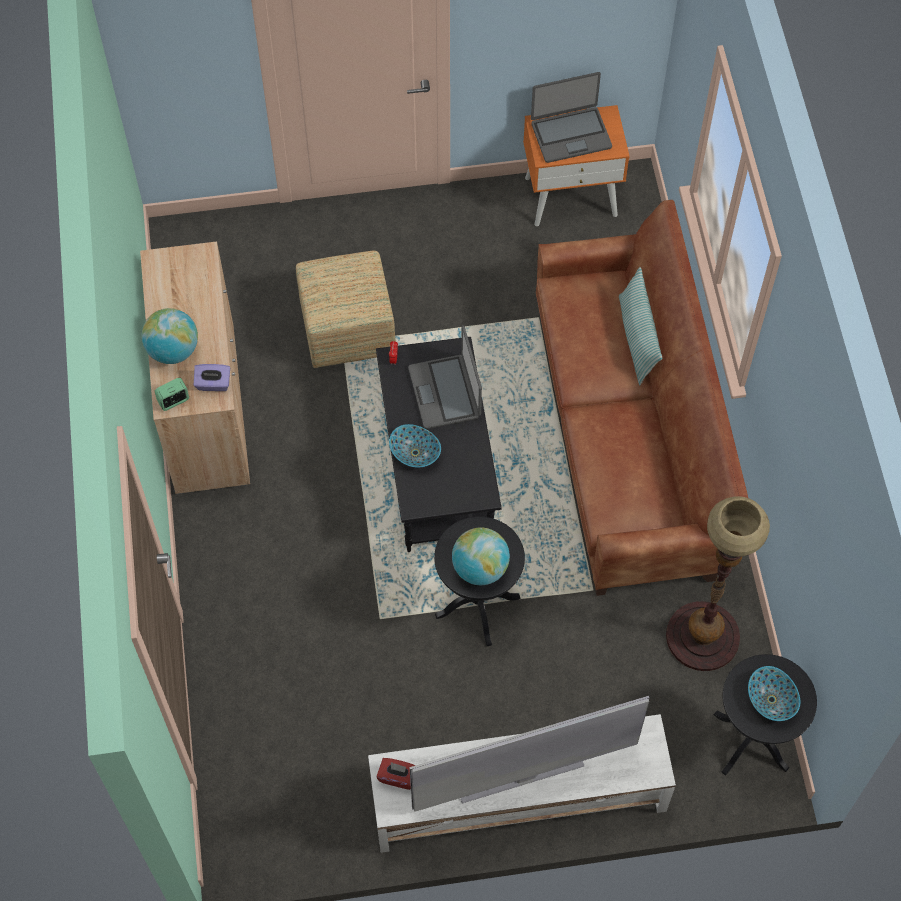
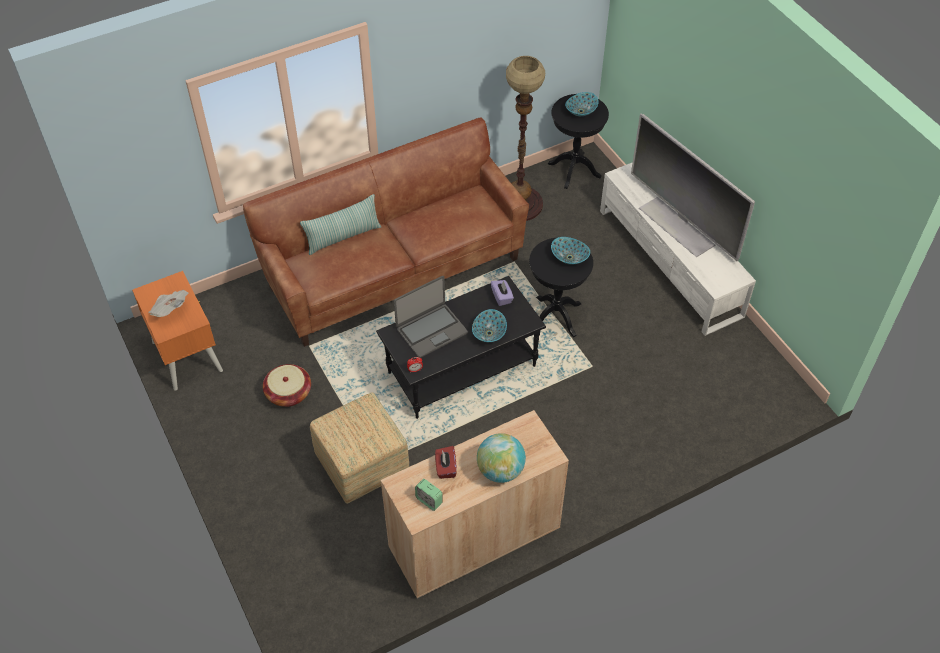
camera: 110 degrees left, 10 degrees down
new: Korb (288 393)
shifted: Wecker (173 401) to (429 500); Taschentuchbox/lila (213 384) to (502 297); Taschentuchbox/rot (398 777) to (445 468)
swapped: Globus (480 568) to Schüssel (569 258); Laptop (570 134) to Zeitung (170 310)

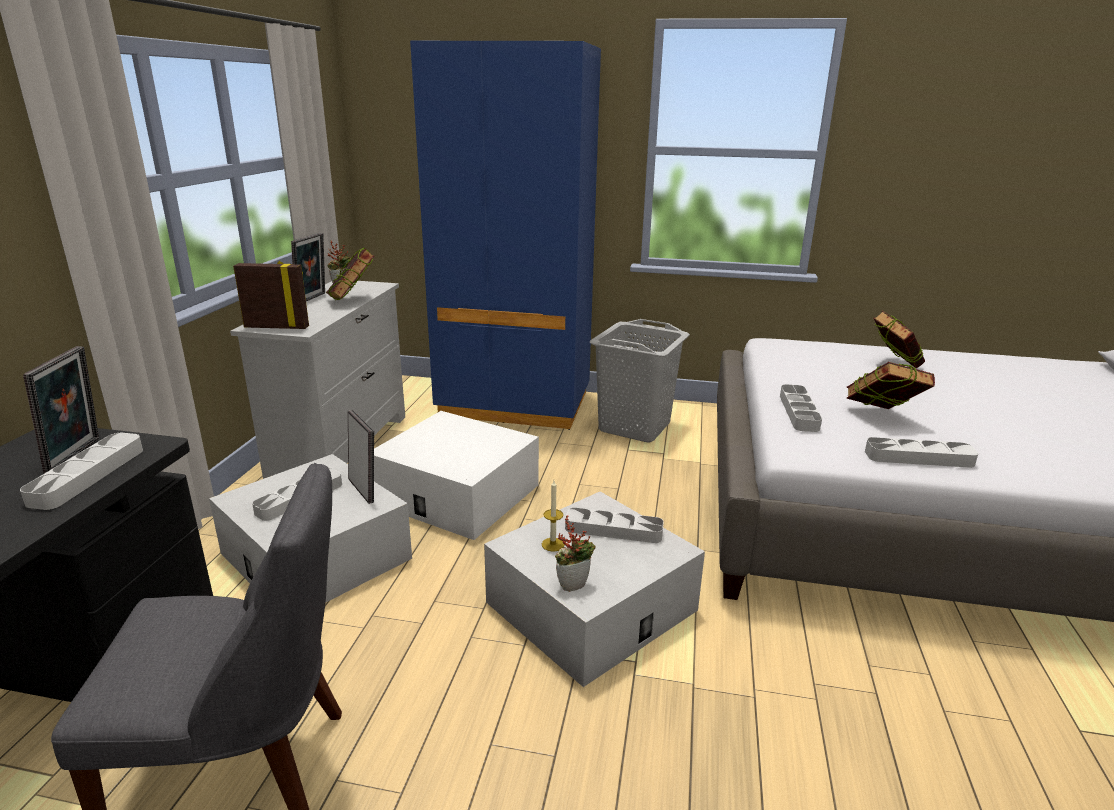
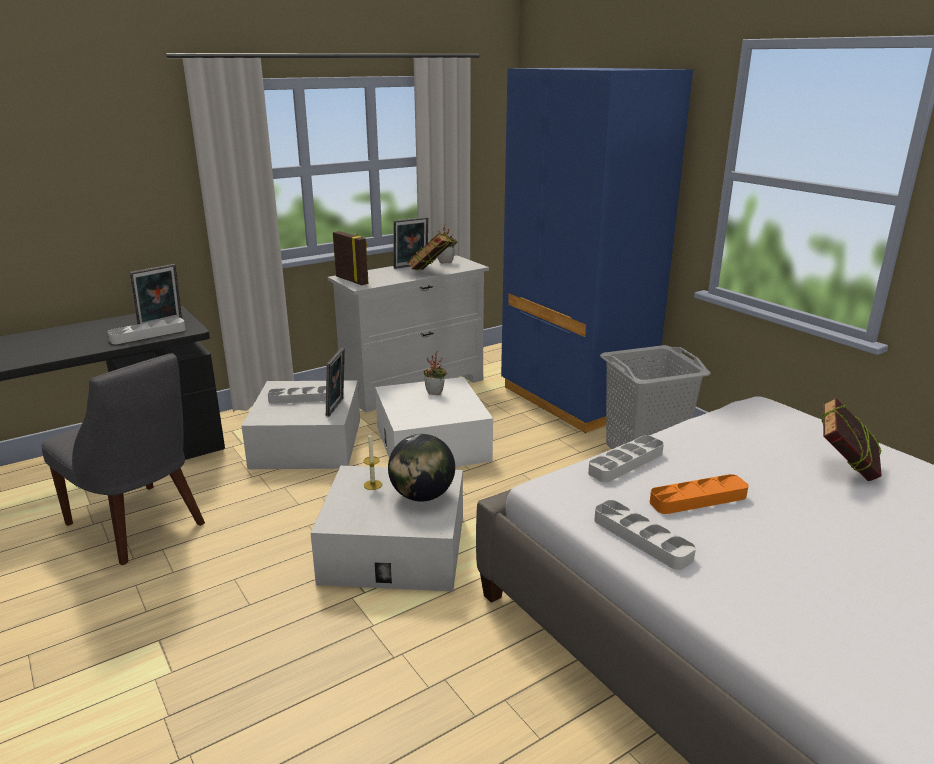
camera: 45 degrees right, 0 degrees up
shifted: Topfpflanze (573 584) to (436 393)
swapped: Tablett/grau (613 530) to Globus (422 496); Buch (882 417) to Tablett/orange (698 499)

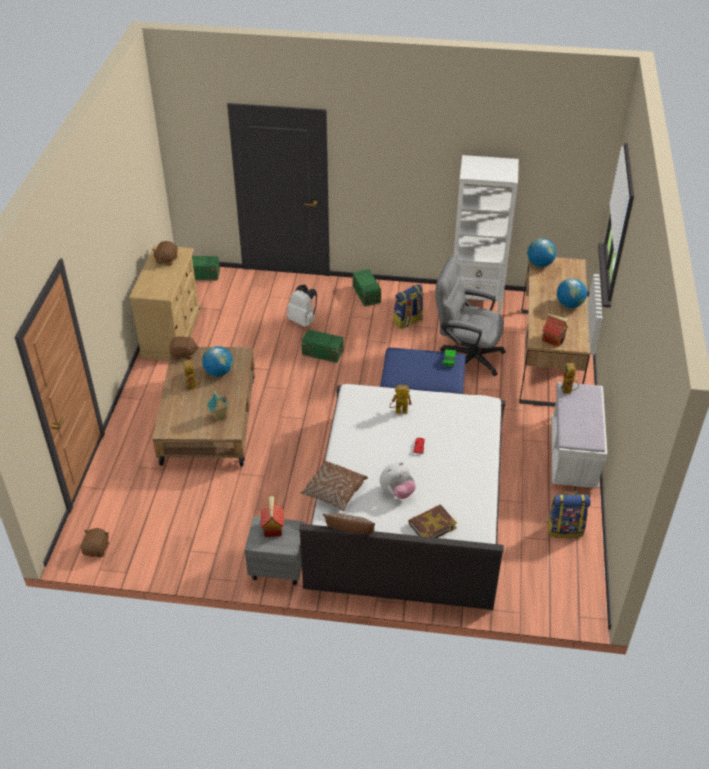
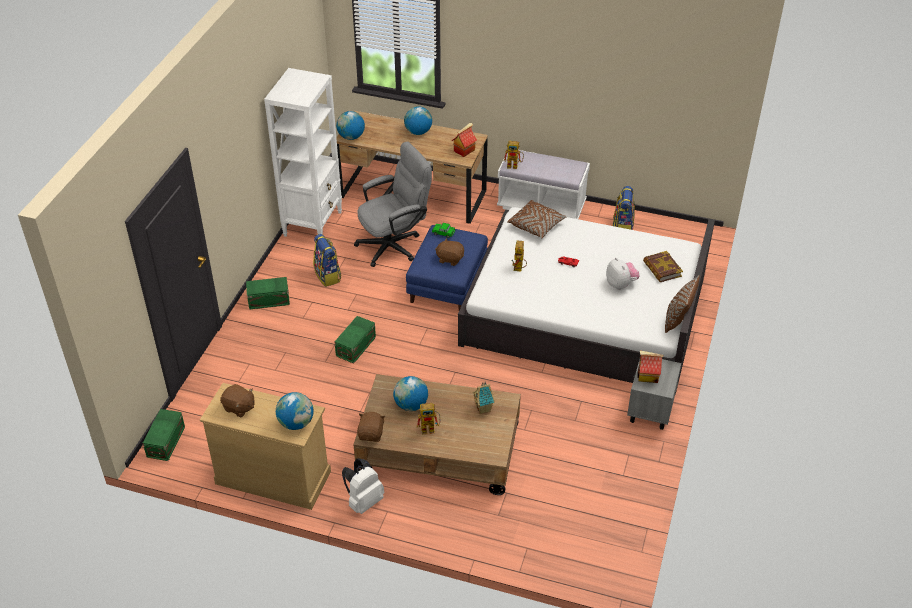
camera: 80 degrees left, 0 degrees up
new: Globus (296 423)
shifted: Plüschtier/braun (97 549) to (450 259); Rucksack/weiß (303 321) to (363 501); Kissen/braun (334 491) to (536 225)
rotated: Bürostuhl/grau (466 356) = (395 244) 150 degrees counterclockwise

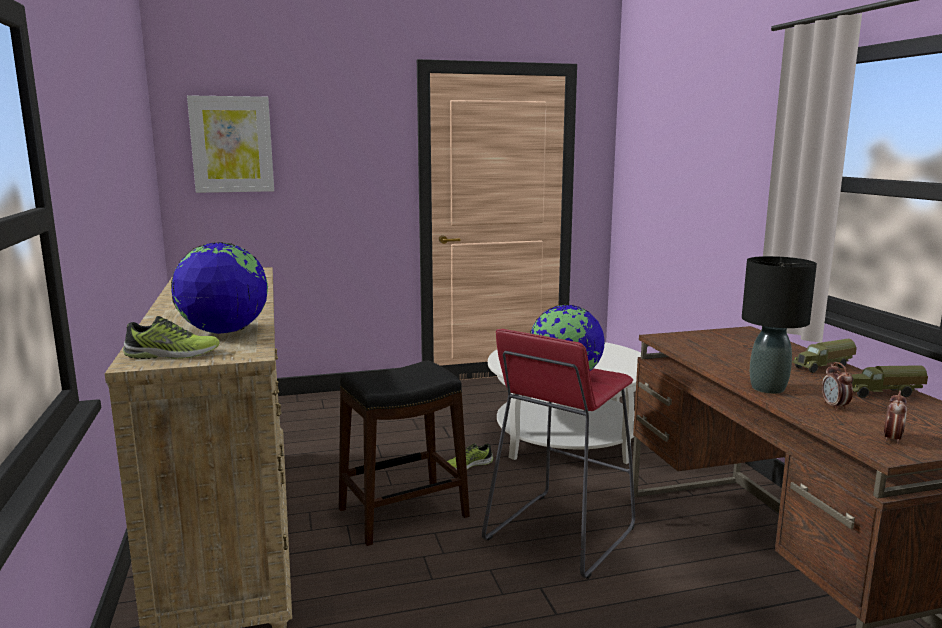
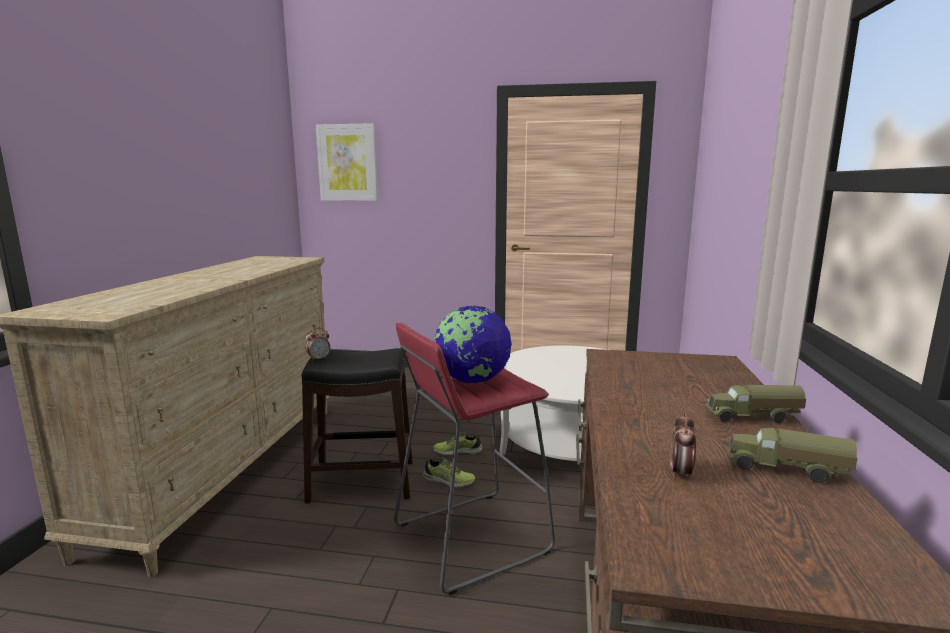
camera: 25 degrees right, 0 degrees up
gone: Globus (224 332); Tischlampe/schwarz (768 388)
shifted: Schuh (172 355) to (448 481); Wecker (892 439) to (318 359)

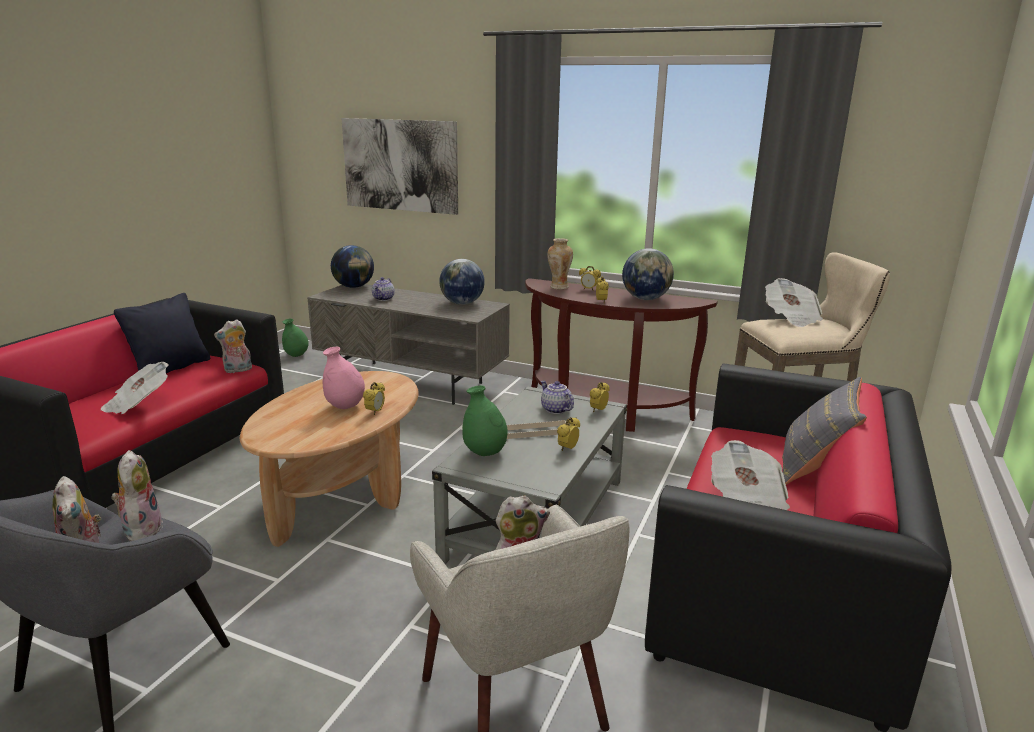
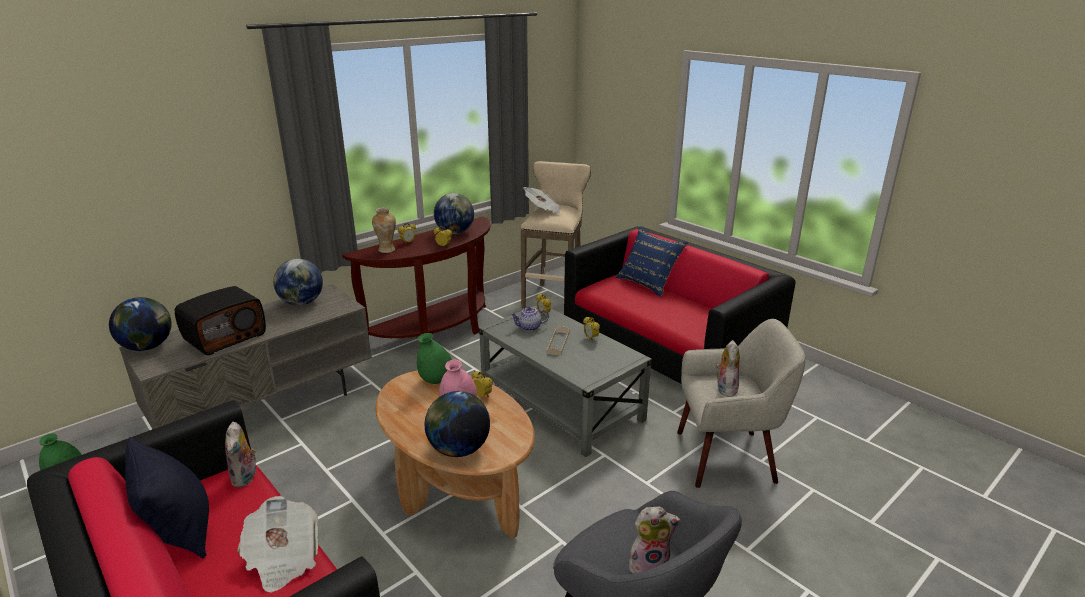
camera: 65 degrees left, 5 degrees up
gone: Plüschtier (141 529); Bild (400 165); Zeitung (746 500)
new: Globus (458 449)
shifted: Vase/grün (485 453) to (435 381)
swapped: Teekanne (384 299) to Radio (225 337)
repainted: Kissen/grau (814 468) to Kissen/blau (648 283)

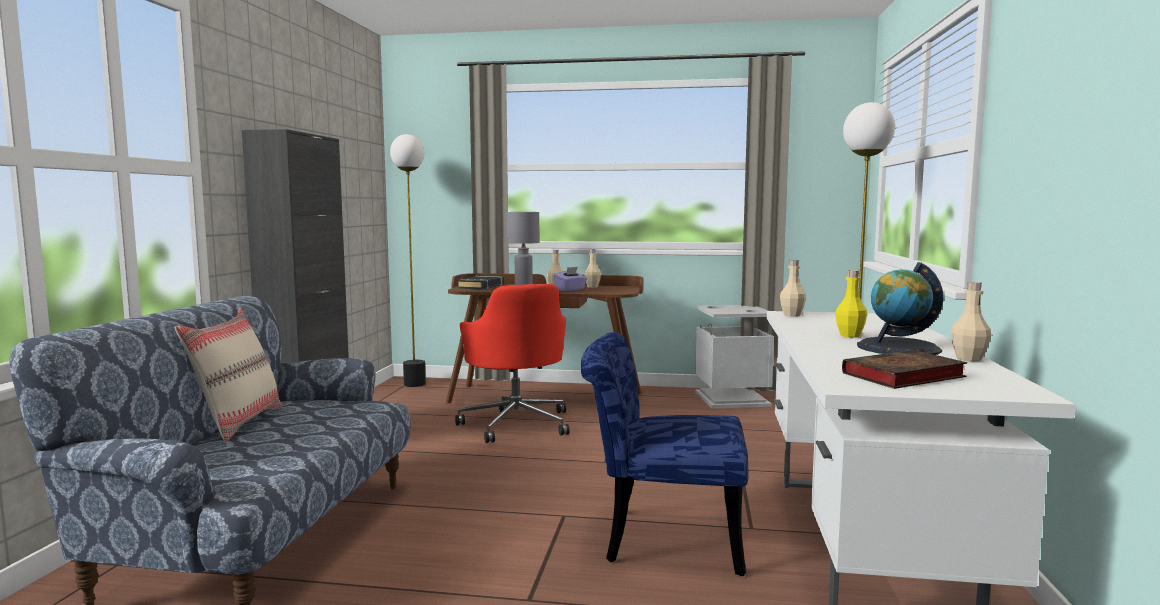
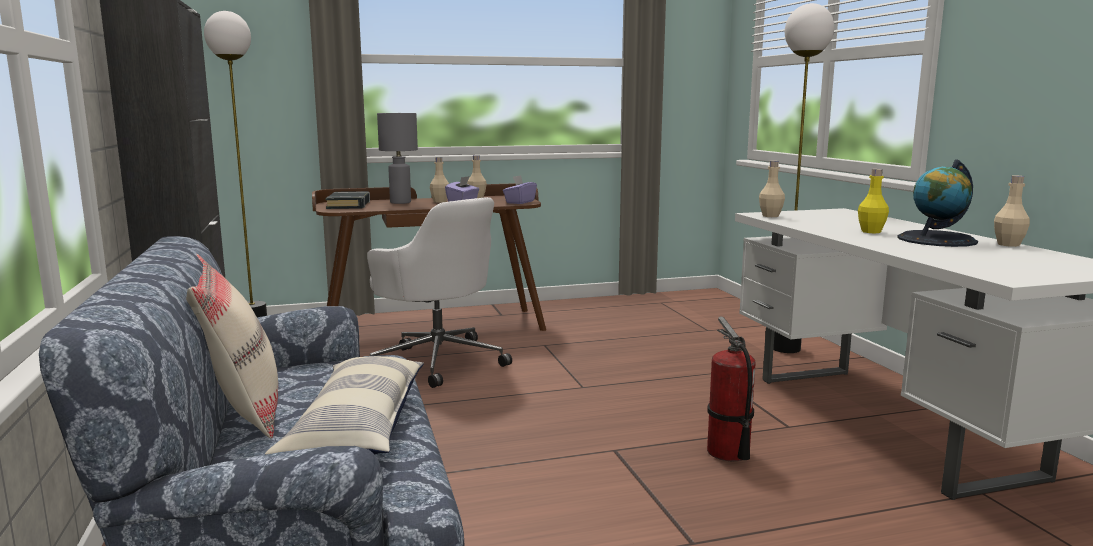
camera: 25 degrees left, 5 degrees up
gone: Mülleimer/grau (731 399); Buch (902 376)
new: Kissen (358 427); Taschentuchbox/lila (519 202)
swapped: Stuhl/blau (660 537) to Feuerlöscher (727 452)
repainted: Bürostuhl/rot (516 423) to Bürostuhl/weiß (438 361)

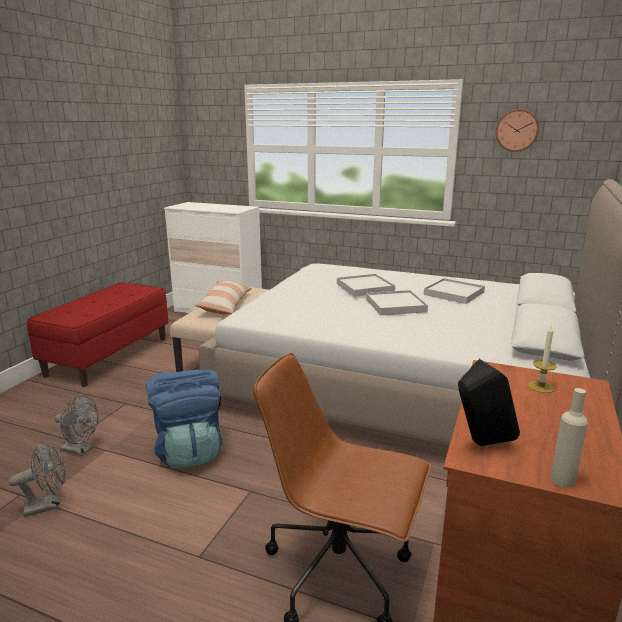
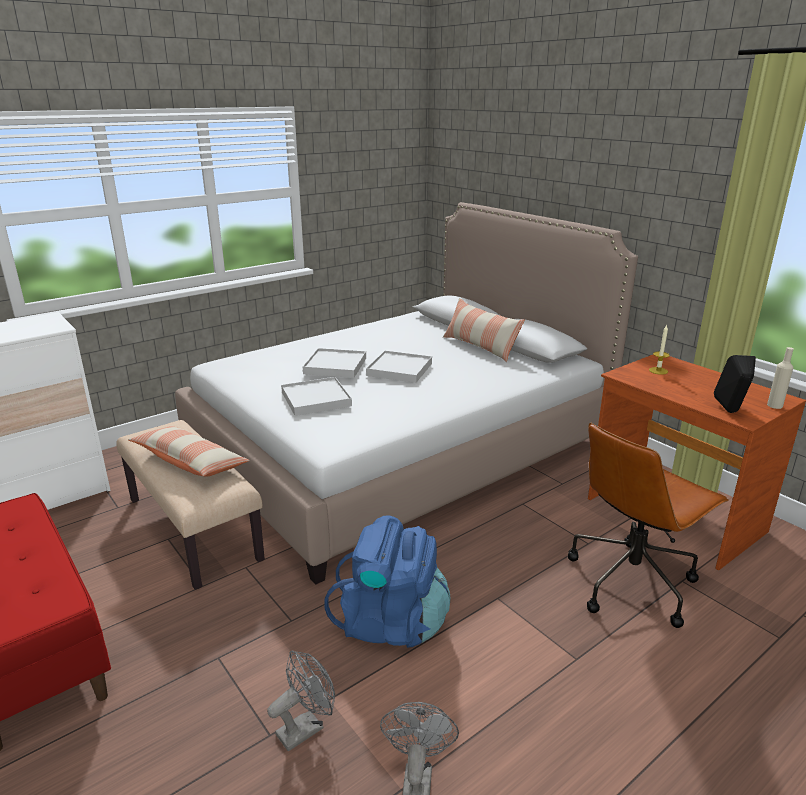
camera: 60 degrees left, 5 degrees up
gone: Wanduhr (517 130)
new: Kissen (480 347)
shifted: Tablett/weiß (454 293) to (316 399)

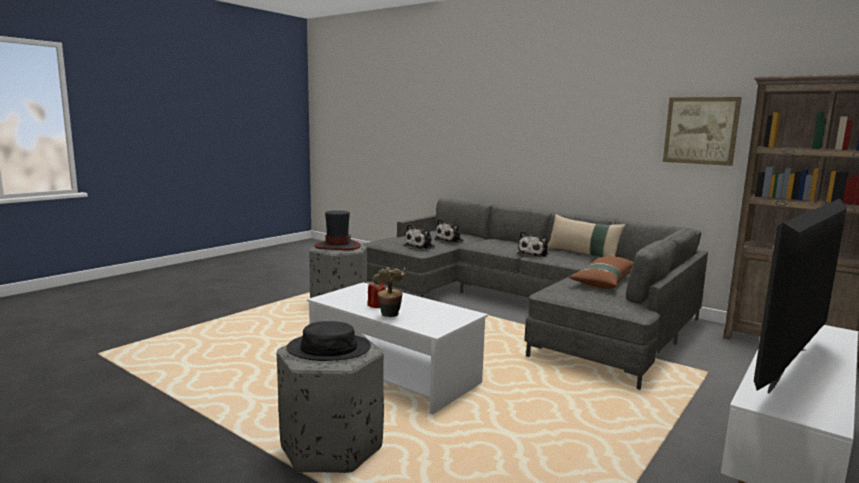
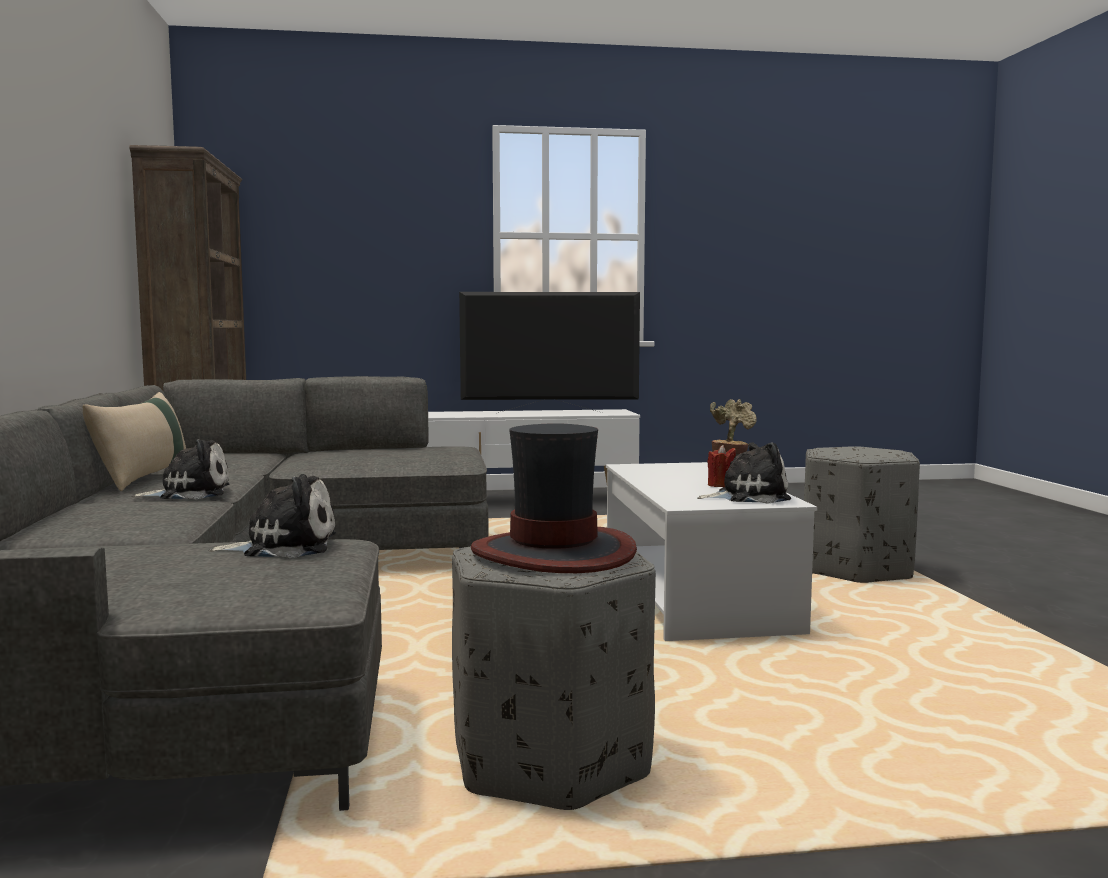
camera: 135 degrees left, 5 degrees down
gone: Hut/schwarz (329 348); Kissen/braun (604 281); Bild (700 130)
shifted: Plüschtier (450 240) to (748 496)

